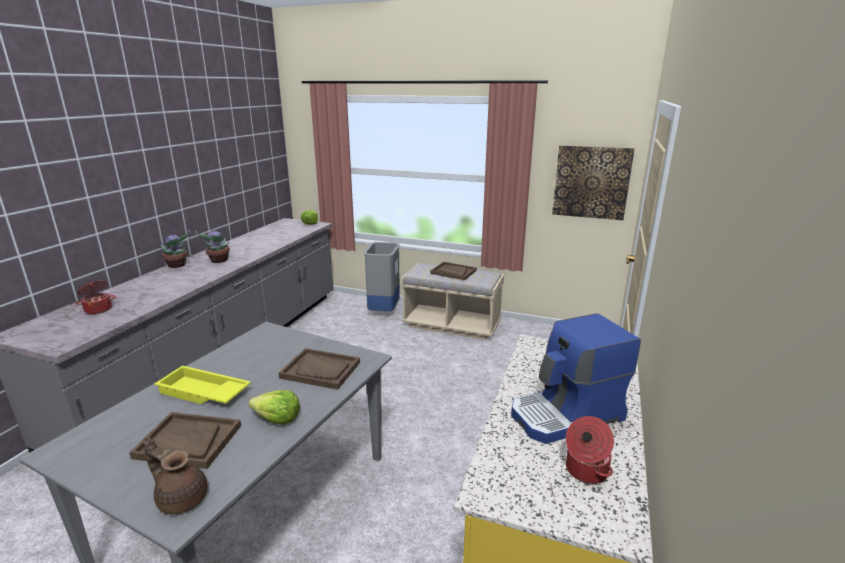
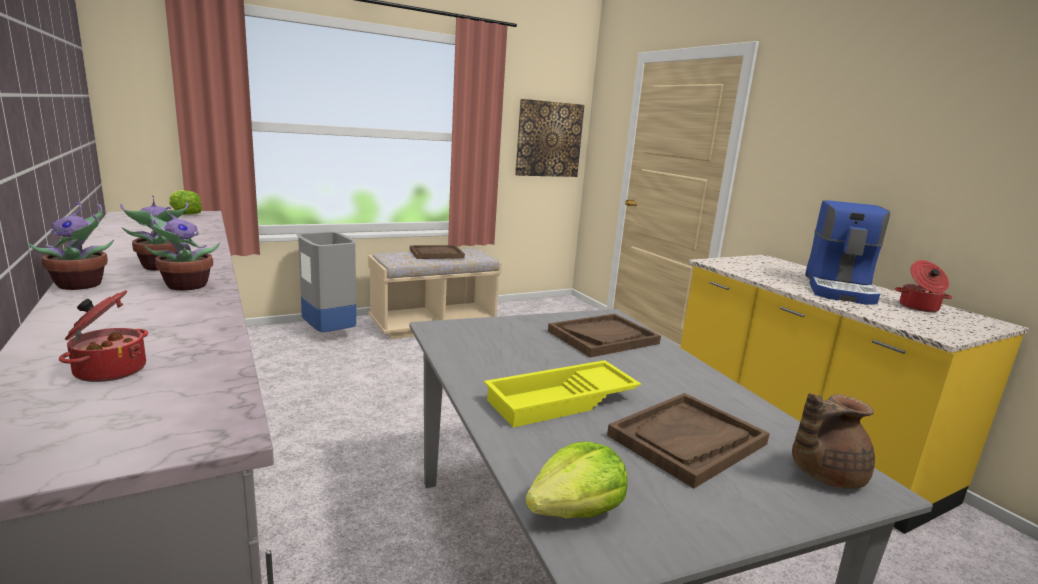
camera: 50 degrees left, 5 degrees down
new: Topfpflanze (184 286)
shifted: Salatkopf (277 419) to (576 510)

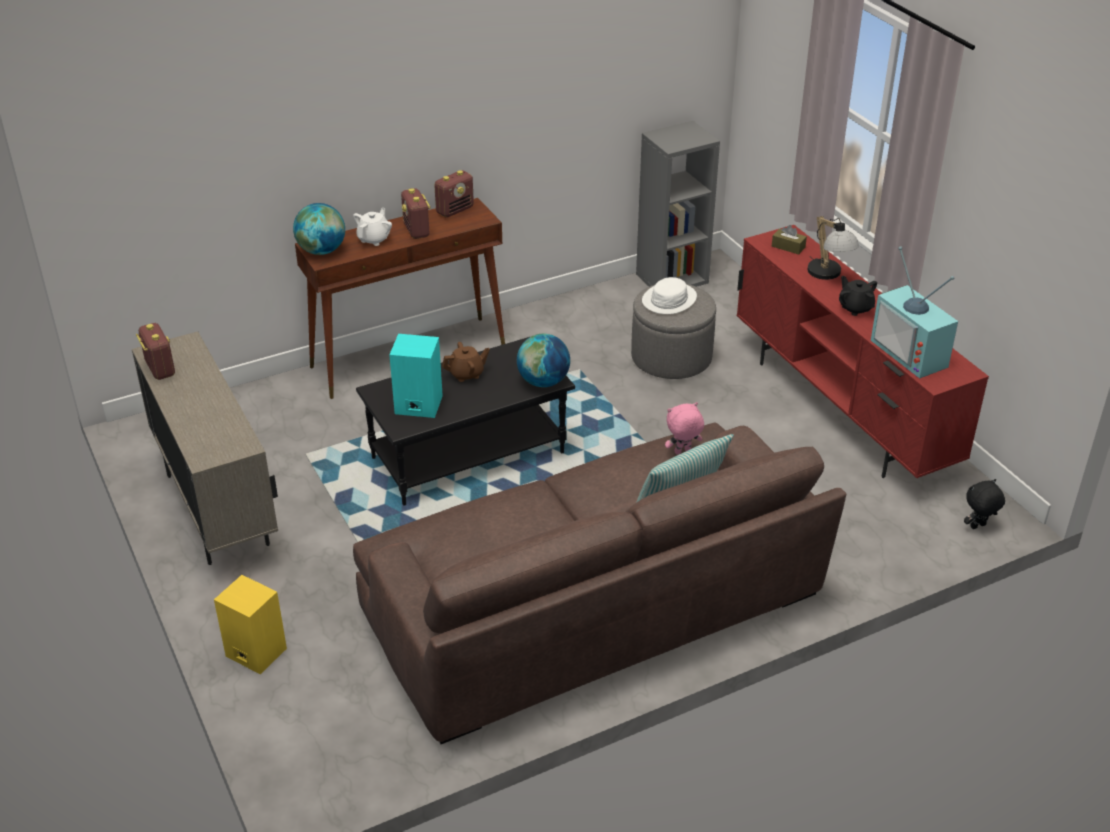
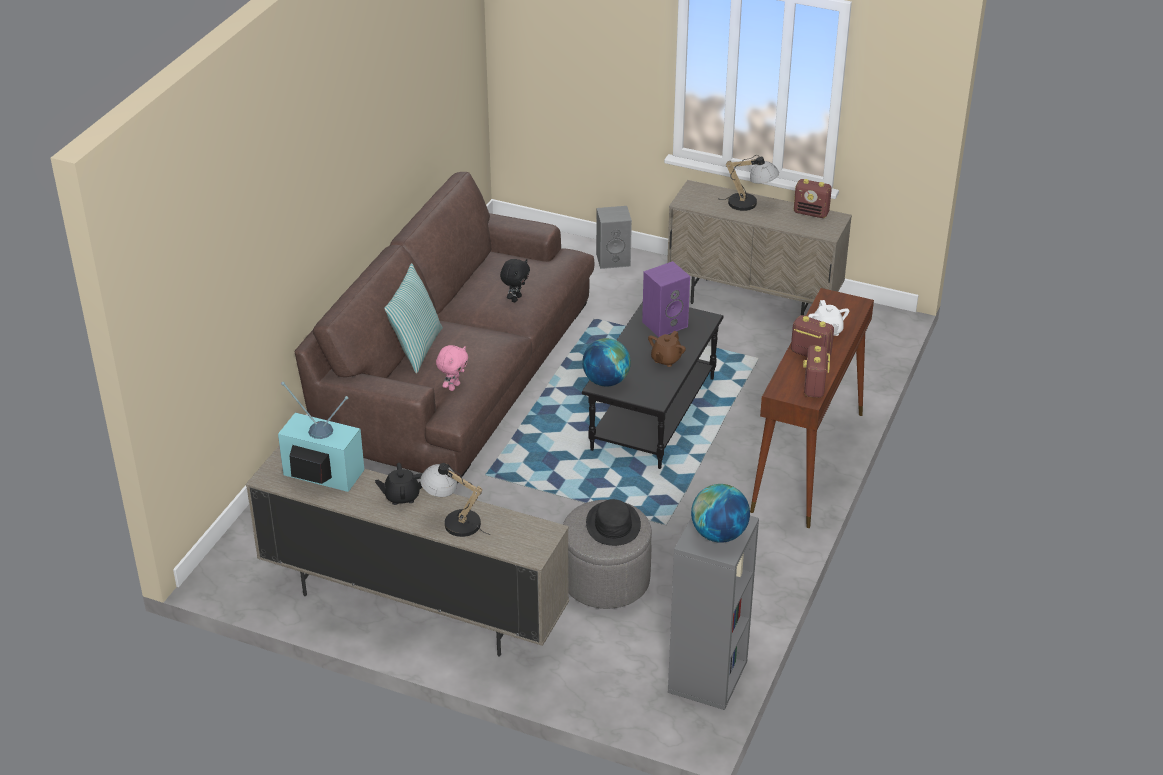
camera: 140 degrees right, 0 degrees up
gone: Taschentuchbox/braun (788 247)
new: Tischlampe (750 204)
shifted: Globus (322 251) to (719 534); Plüschtier/schwarz (978 527) to (515 298)
repainted: Lautsprecher/gelb (254 652) to Lautsprecher/grau (614 259); Lautsprecher/türkis (417 405) to Lautsprecher/lila (665 323); Hut/weiß (669 299) to Hut/schwarz (613 524); Fernsehschrank/rot (841 411) to Fernsehschrank/beige (411 606)
rotated: Teekanne/schwarz (855 308) = (402 496) 150 degrees clockwise

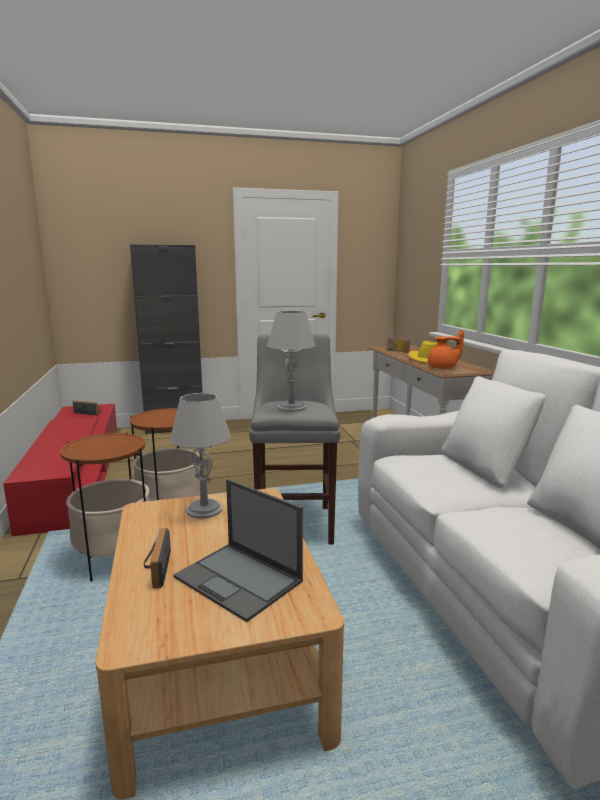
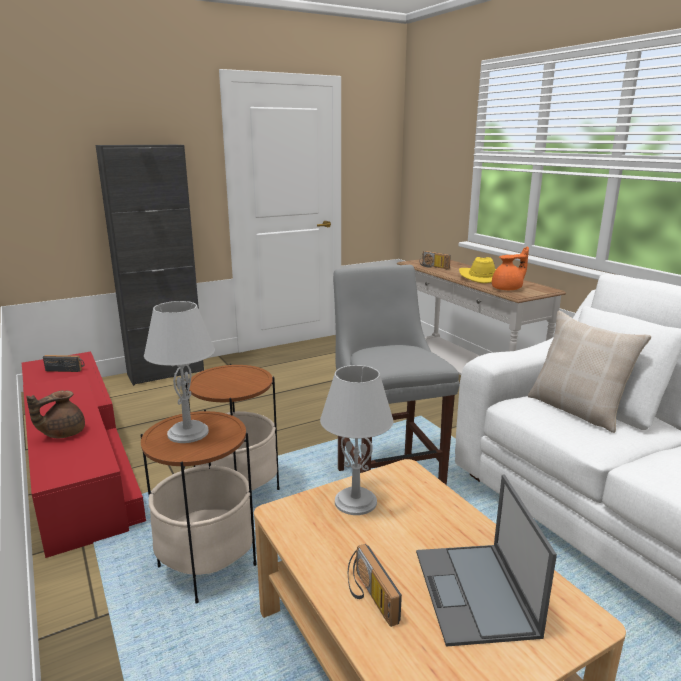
camera: 15 degrees left, 5 degrees up
new: Teekanne/braun (62 433); Kissen/beige (577 410)
shifted: Tischlampe/grau (291 407) to (188 432)
rotated: Laptop (239 580) = (475 593) 60 degrees clockwise

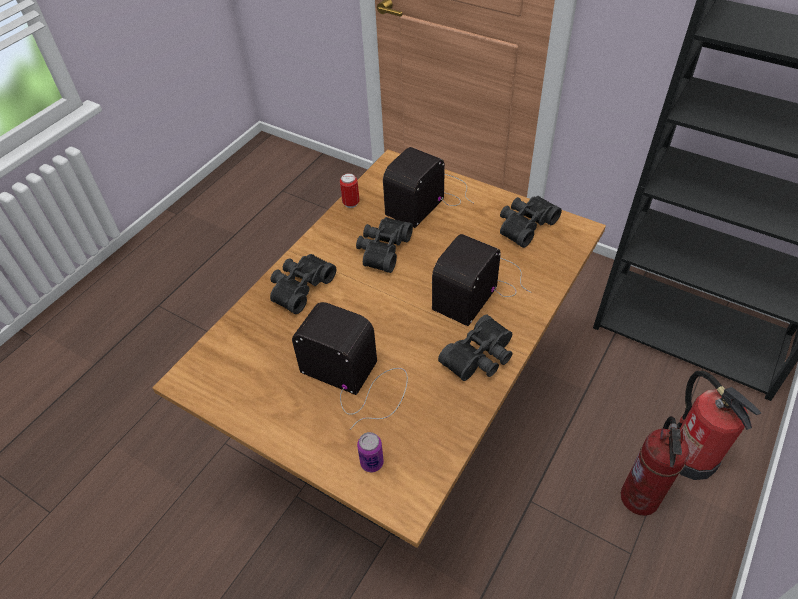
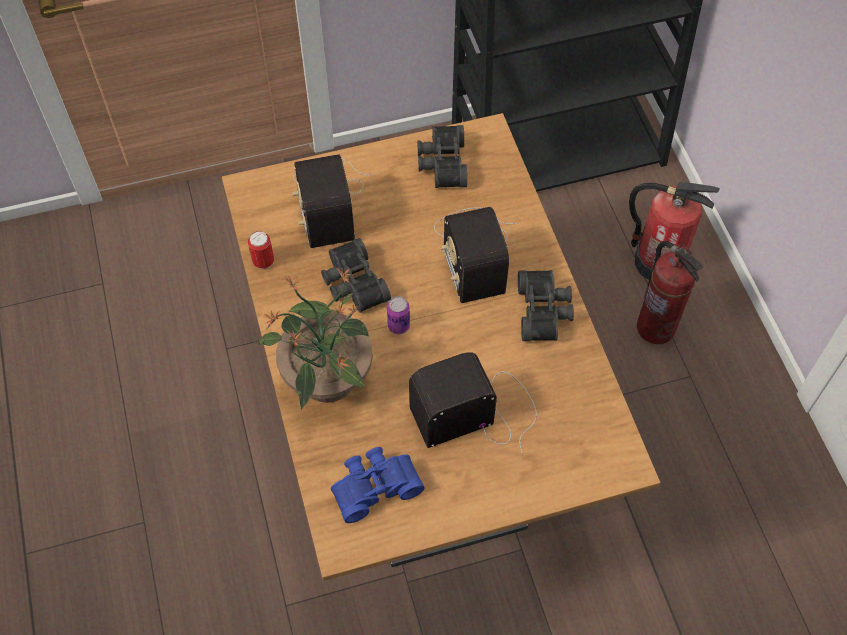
camera: 50 degrees left, 10 degrees up
new: Fernglas/blau (374 485)
shifted: Dose (372 463) to (398 326)
swapped: Fernglas/schwarz (299 287) to Topfpflanze (327 380)

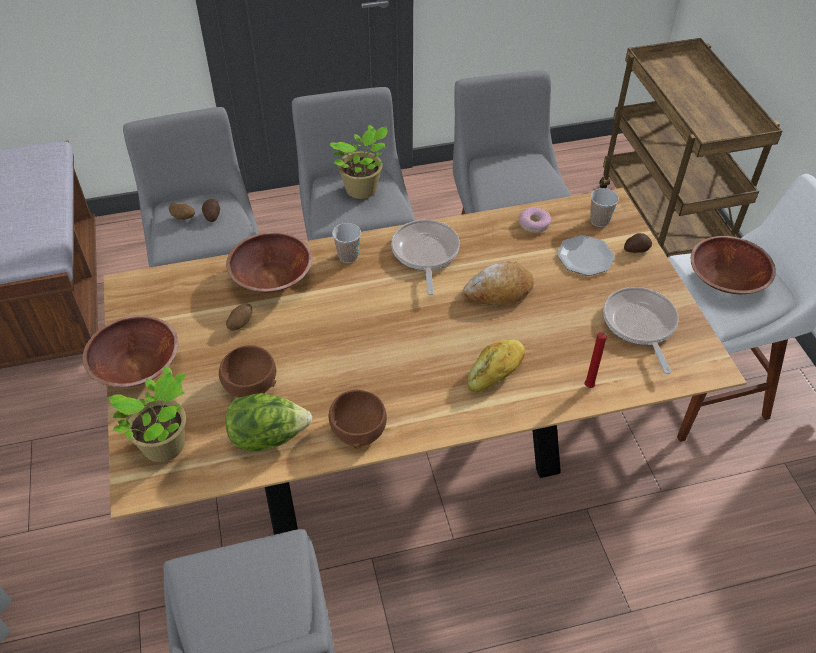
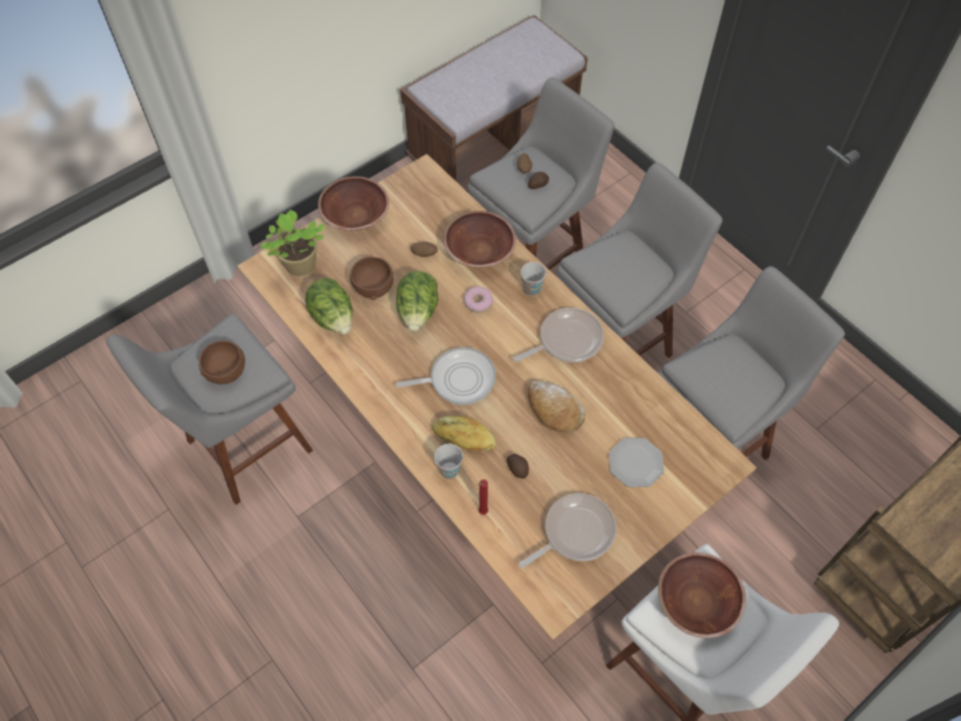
camera: 65 degrees right, 10 degrees up
gone: Topfpflanze (363 190)
new: Salatkopf (418 312); Pfanne (458 379)
shifted: Schüssel/braun (358 429) to (226 370); Donut (534 224) to (478 302); Tasse (599 221) to (449 470); Kartoffel (636 249) to (517 468)

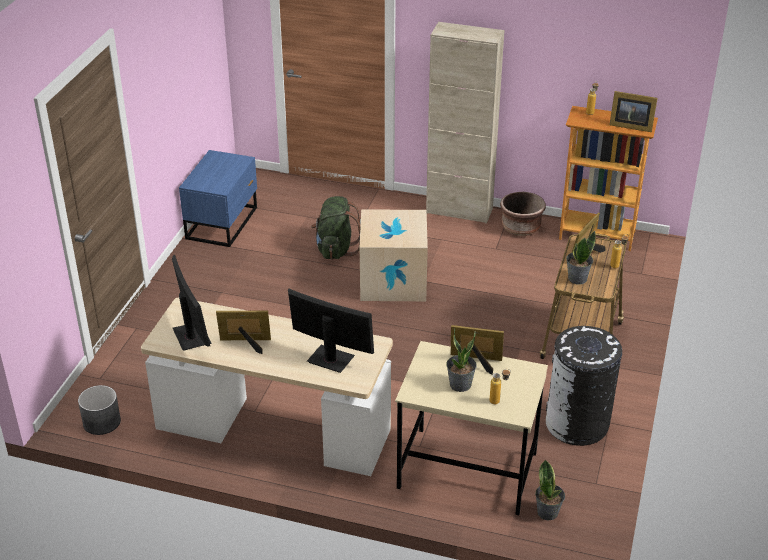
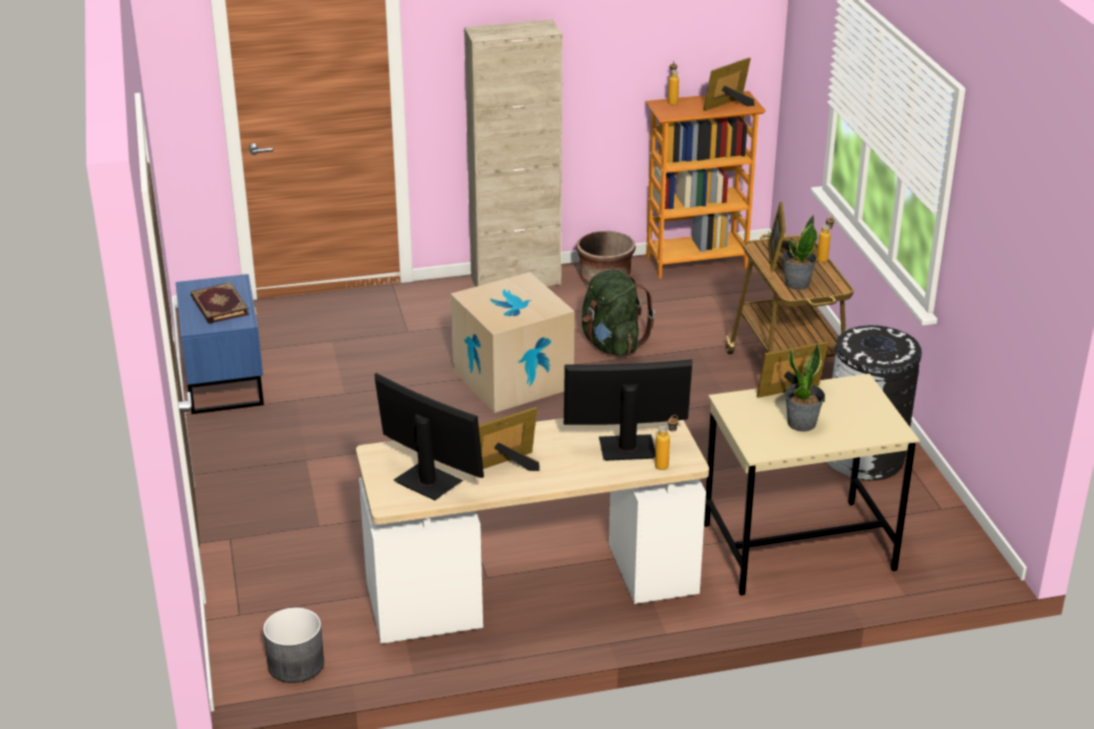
camera: 30 degrees left, 5 degrees down
gone: Topfpflanze (548 512)
new: Buch (218 306)
shifted: Rucksack/grün (336 249) to (612 345); Flasche (498 400) to (666 464)
rotated: Bilderrahmen (630 125) = (729 105) 150 degrees clockwise

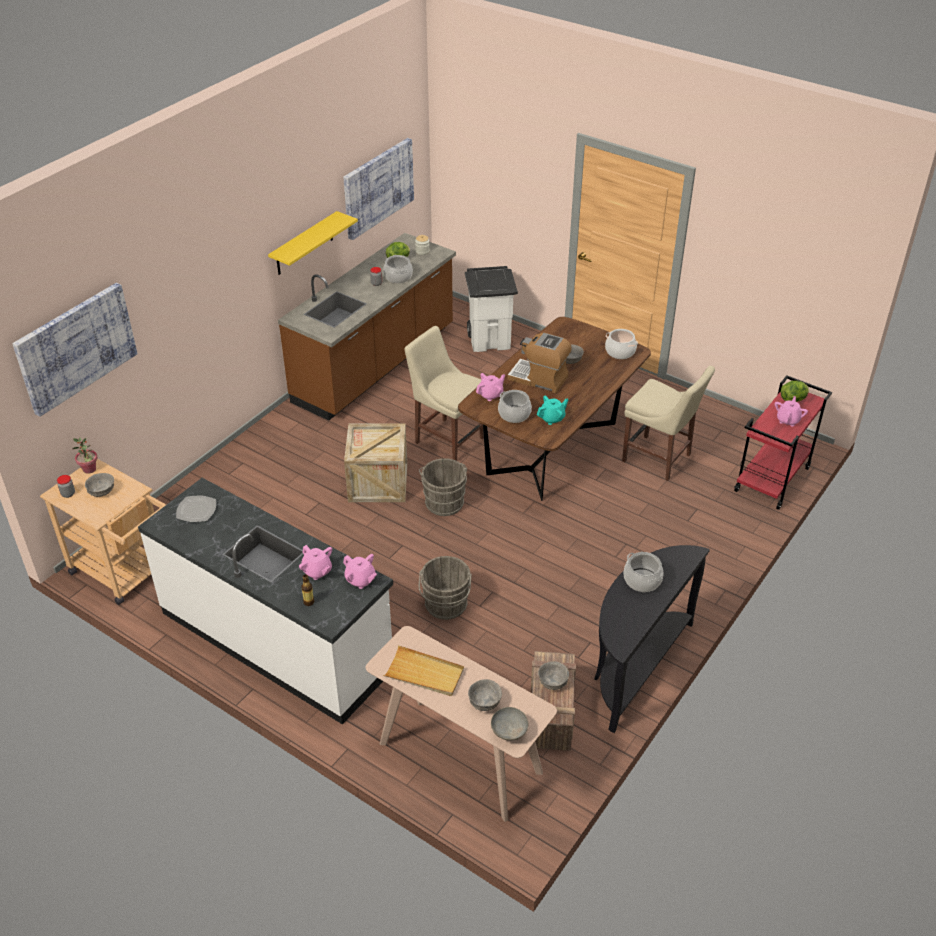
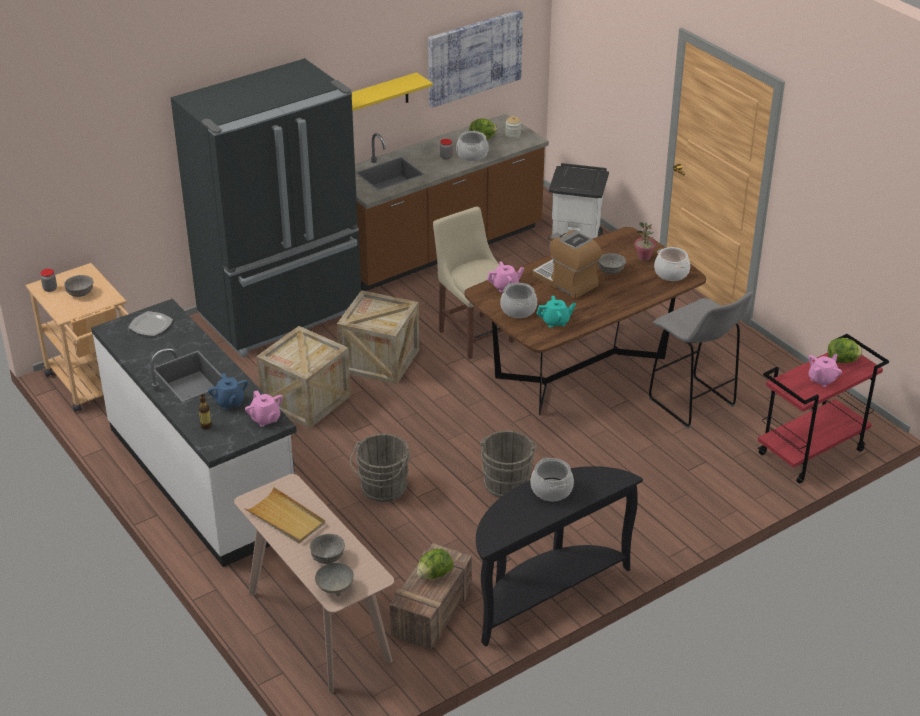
camera: 20 degrees right, 5 degrees down
gone: Bild (75 347)
new: Kühlschrank/schwarz (282 314); Kiste (306 400)
shifted: Topfpflanze (89 469) to (644 257); Eimer/grau (444 501) to (507 482)
swapped: Schüssel/grau (553 682) to Salatkopf (434 575); Stuhl/beige (659 459) to Hocker/grau (693 404)
repainted: Teekanne/rosa (317 571) to Teekanne/blau (229 402)

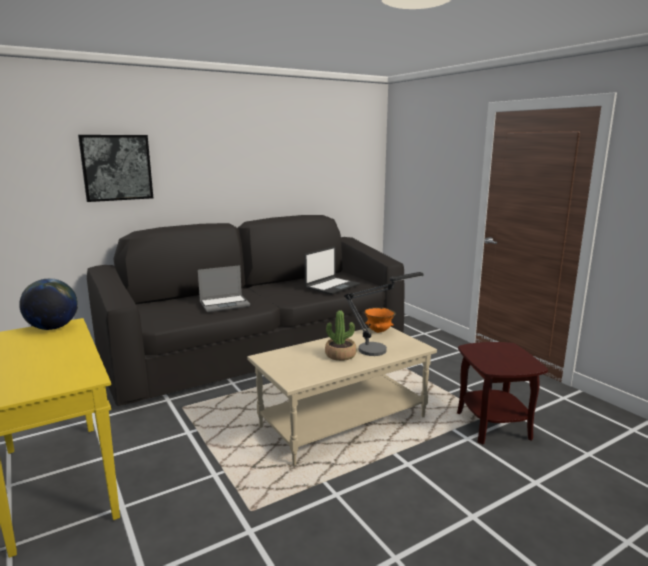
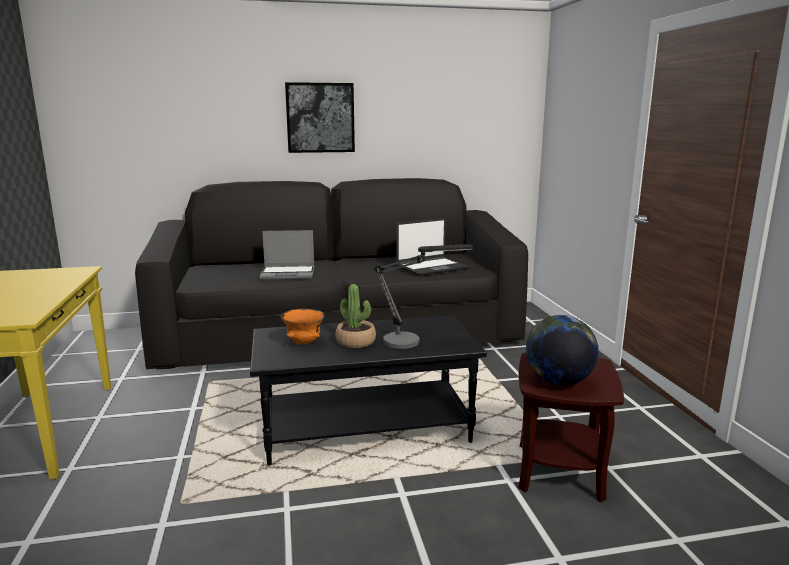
camera: 20 degrees right, 0 degrees up
shifted: Globus (53 328) to (558 382); Bild (117 167) to (320 118); Schüssel/orange (379 331) to (303 343)
repainted: Couchtisch/beige (343 421) to Couchtisch/schwarz (366 428)

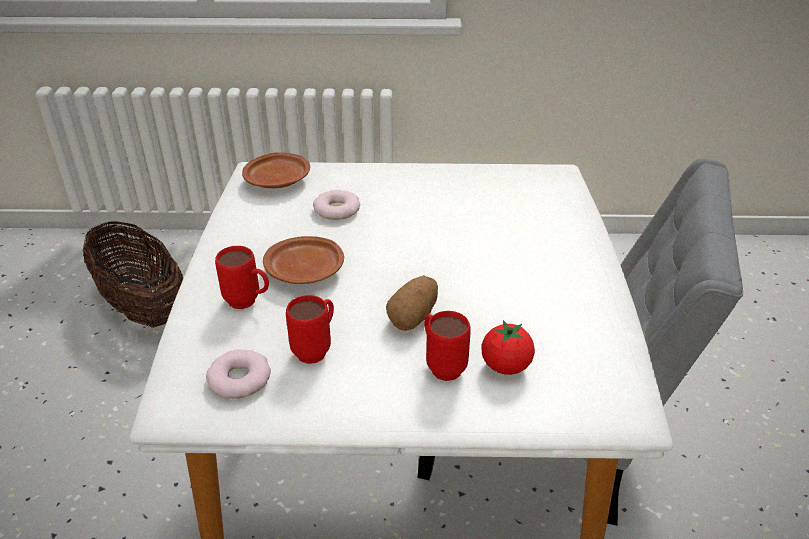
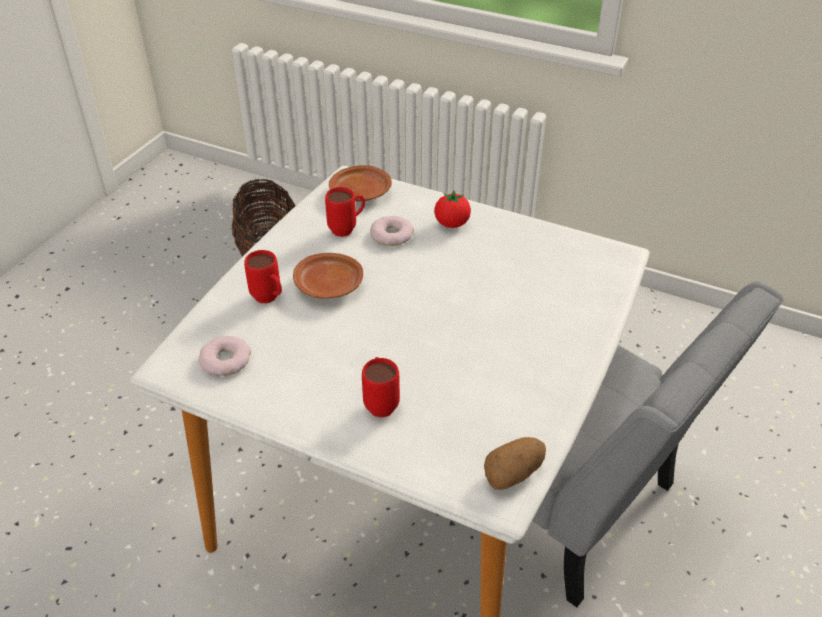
camera: 25 degrees right, 5 degrees up
shifted: Henkelbecher/rot (317 349) to (347 229); Kartoffel (413 317) to (513 474); Tomate (505 366) to (452 224)

